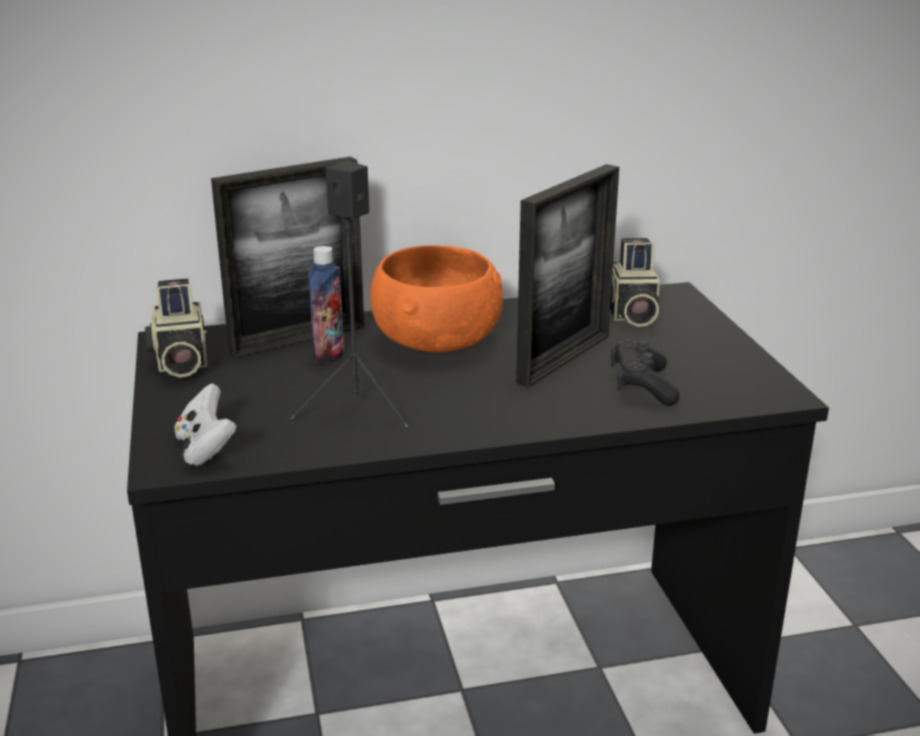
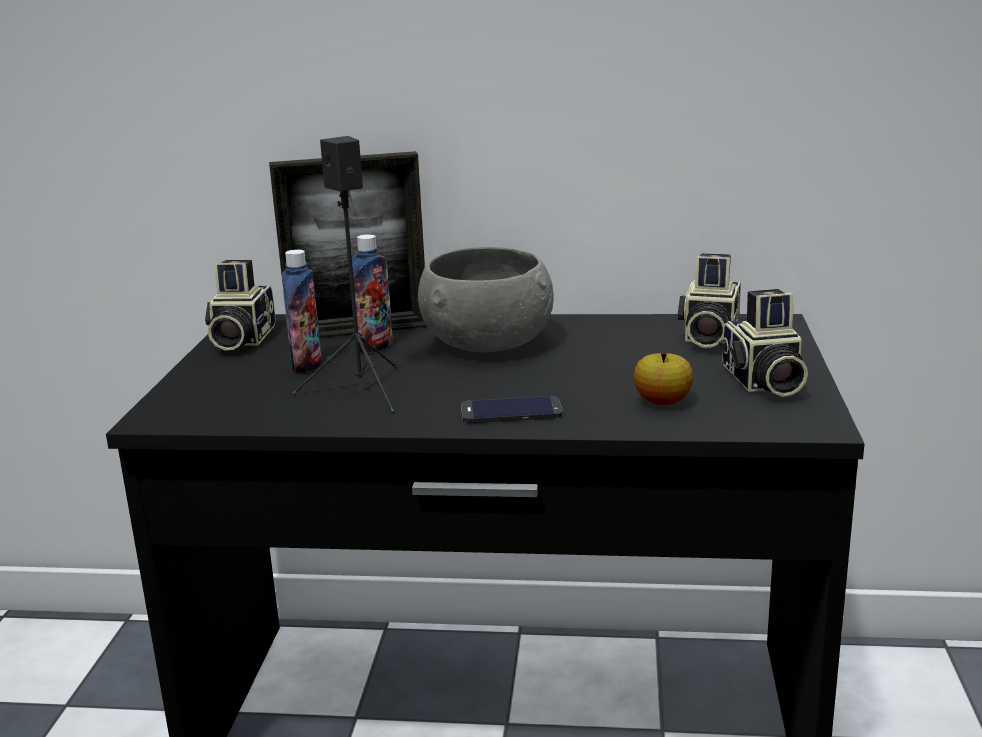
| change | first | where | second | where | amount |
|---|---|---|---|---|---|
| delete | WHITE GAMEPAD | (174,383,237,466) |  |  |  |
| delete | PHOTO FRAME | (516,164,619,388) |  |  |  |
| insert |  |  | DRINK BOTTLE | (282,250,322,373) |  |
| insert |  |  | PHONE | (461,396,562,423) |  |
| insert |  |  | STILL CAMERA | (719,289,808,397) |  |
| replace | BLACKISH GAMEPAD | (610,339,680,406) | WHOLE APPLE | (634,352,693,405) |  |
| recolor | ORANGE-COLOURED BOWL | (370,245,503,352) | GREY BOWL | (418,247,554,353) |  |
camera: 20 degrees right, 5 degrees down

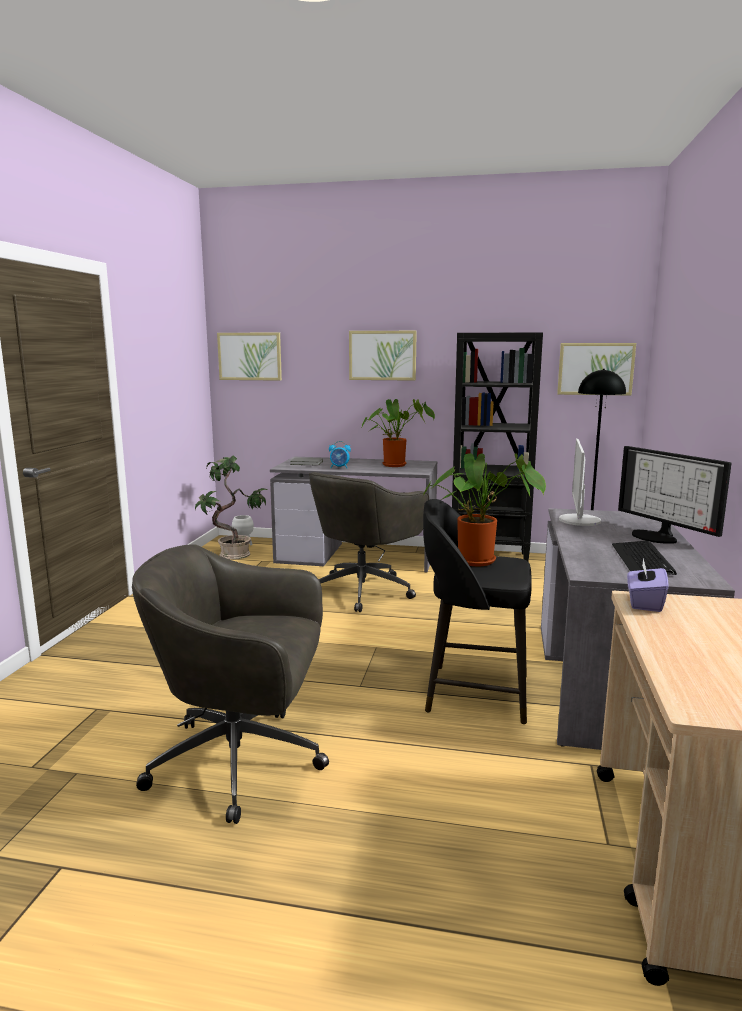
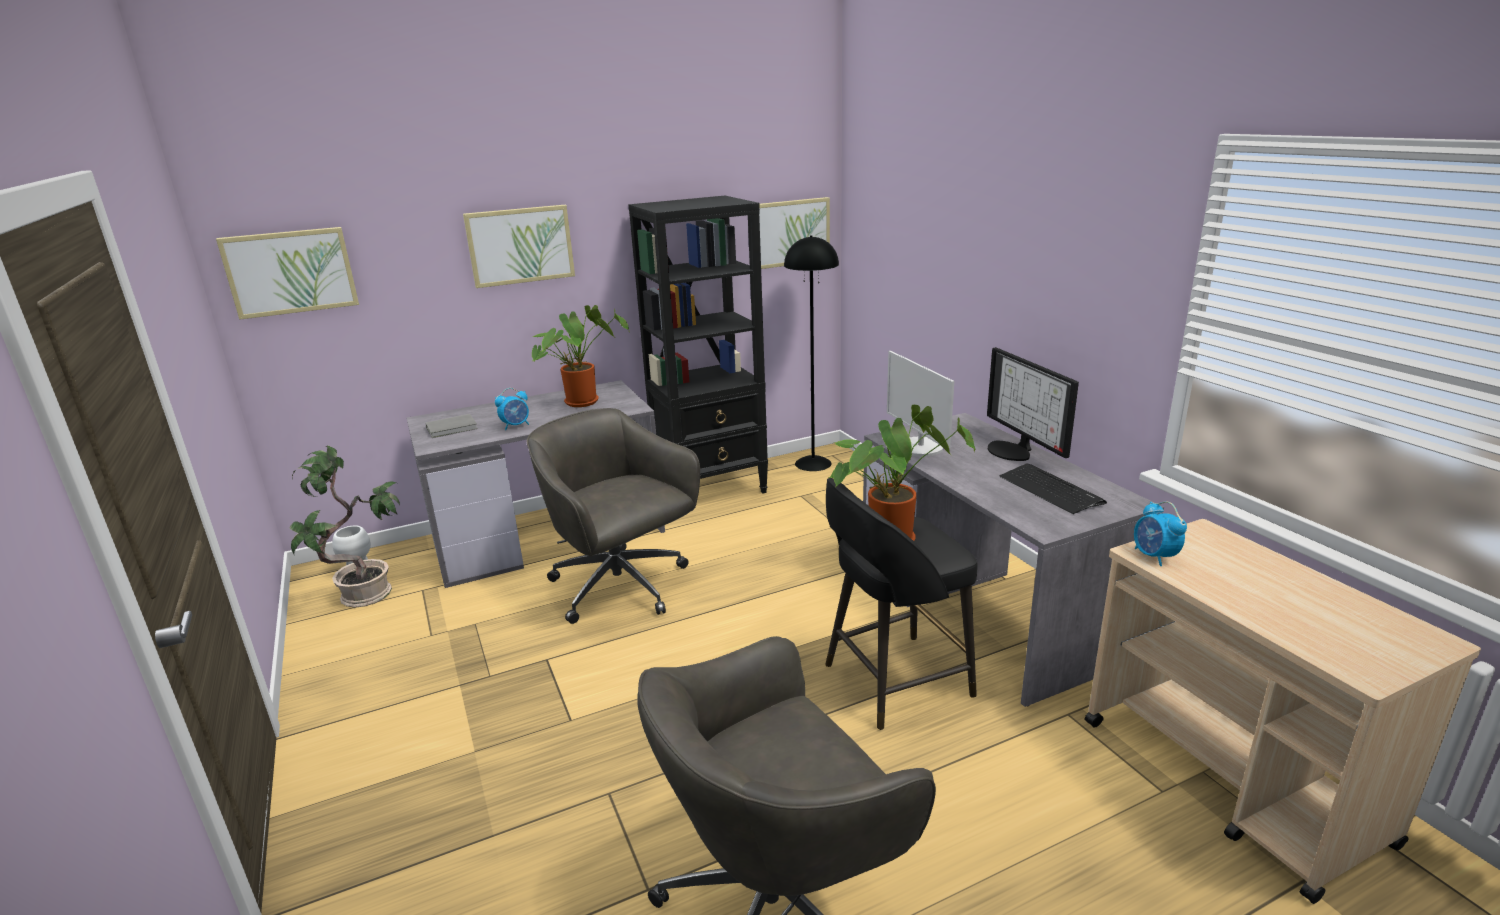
| change | first | where | second | where | amount |
|---|---|---|---|---|---|
| replace | PURPLE-COLOURED TISSUE HOLDER | (627,558,669,612) | BEDSIDE CLOCK | (1134,501,1187,566) |  |
| rotate | GREY DESK CHAIR | (309,472,429,612) |  | (527,408,700,624) | 135 degrees clockwise |
| rotate | MONITOR | (618,446,732,544) |  | (987,347,1079,461) | 45 degrees clockwise |
camera: 35 degrees left, 10 degrees up

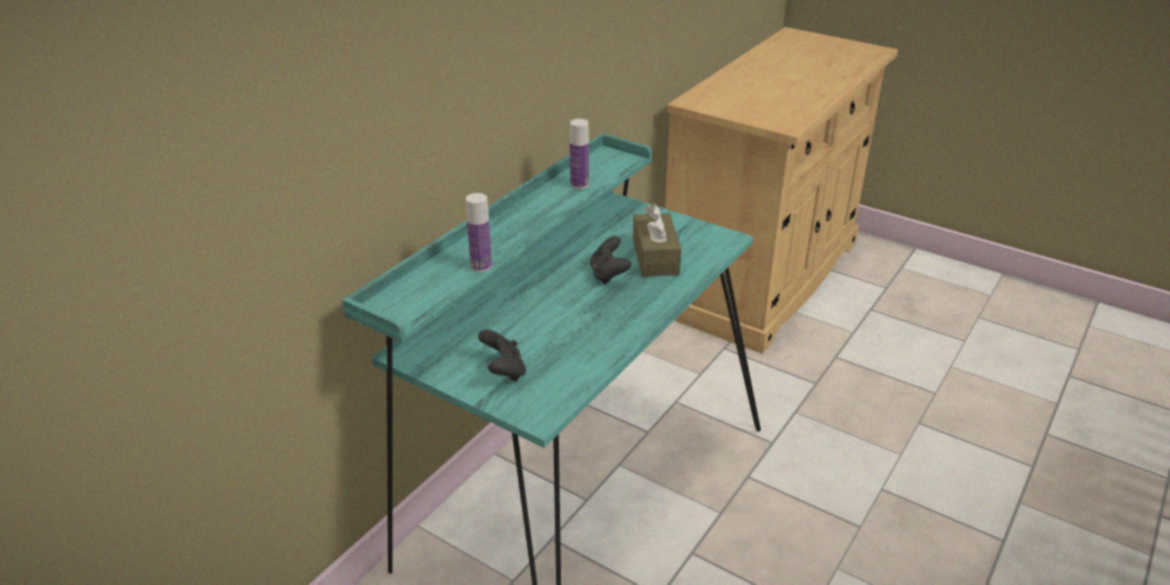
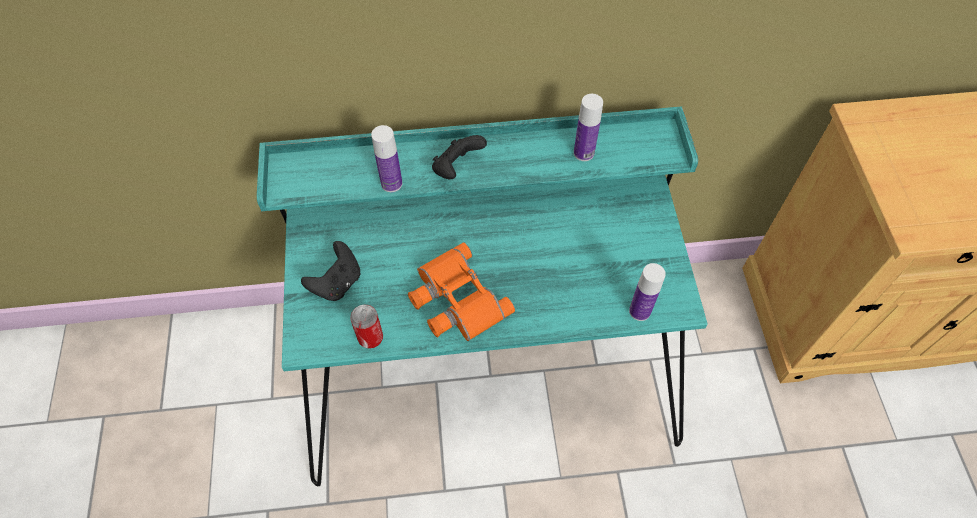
| change | first | where | second | where | amount |
|---|---|---|---|---|---|
| delete | BROWNISH TISSUE HOLDER | (633,204,682,277) |  |  |  |
| insert |  |  | METAL CAN | (350,305,383,349) |  |
| insert |  |  | ORANGE-COLOURED BINOCULARS | (408,242,515,341) |  |
| insert |  |  | DRINK BOTTLE | (629,263,666,321) |  |
| move | BLACKISH GAMEPAD | (590,236,631,284) |  | (432,135,487,179) |  |
camera: 50 degrees right, 25 degrees up

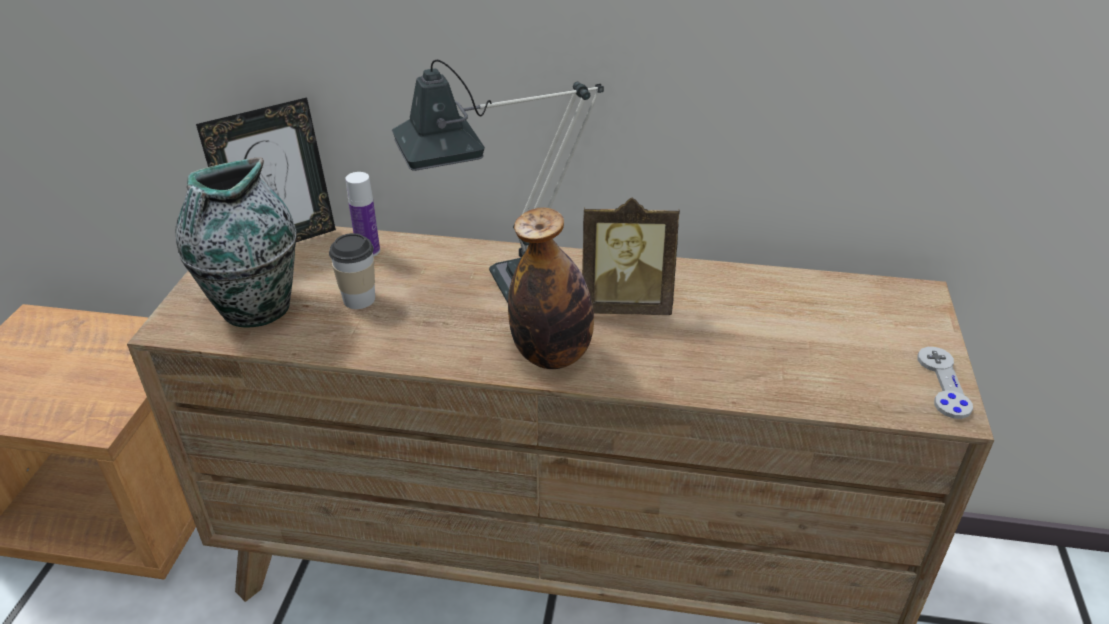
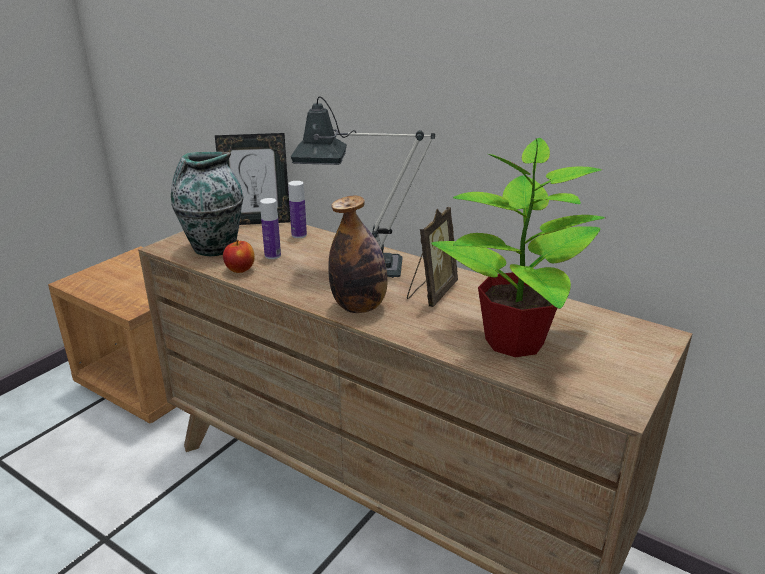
| change | first | where | second | where | amount |
|---|---|---|---|---|---|
| delete | GREY GAMEPAD | (918,347,973,419) |  |  |  |
| insert |  |  | WHOLE APPLE | (223,240,255,273) |  |
| insert |  |  | PLANT IN A POT | (431,138,605,357) |  |
| replace | SMALL CUP | (329,233,375,309) | DRINK BOTTLE | (260,198,281,259) |  |
| rotate | PHOTO FRAME | (582,198,680,315) |  | (407,207,458,307) | 90 degrees counterclockwise |
camera: 25 degrees right, 10 degrees down

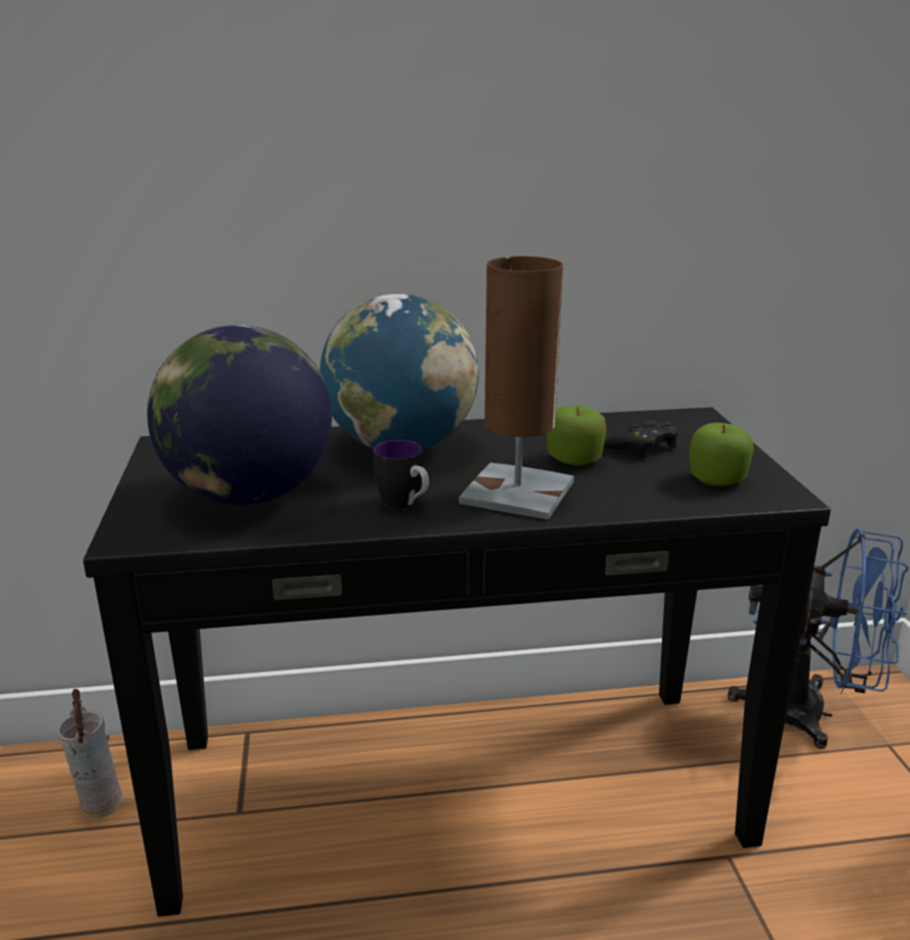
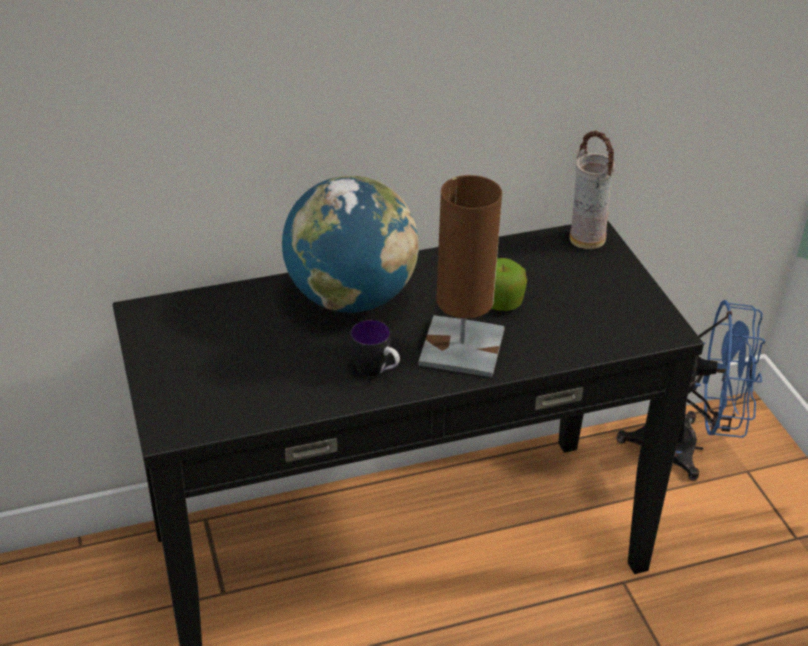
| change | first | where | second | where | amount |
|---|---|---|---|---|---|
| delete | WORLD GLOBE | (147,325,332,505) |  |  |  |
| delete | BLACKISH GAMEPAD | (604,421,678,458) |  |  |  |
| delete | WHOLE APPLE | (689,423,754,486) |  |  |  |
| move | DECORATIVE VASE | (57,689,123,818) |  | (570,130,615,249) |  |
camera: 10 degrees left, 15 degrees up

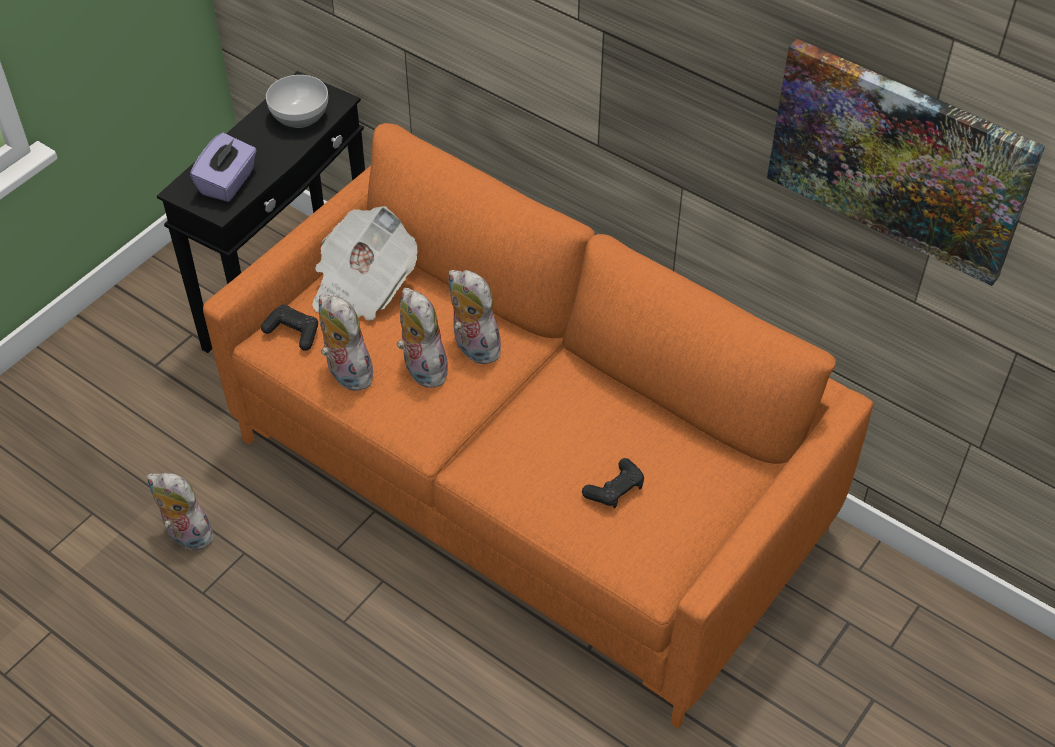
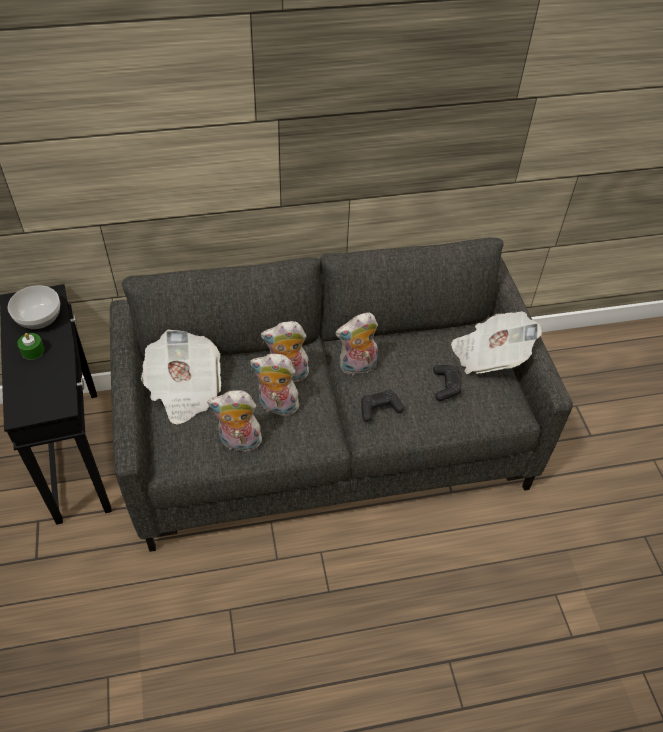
| change | first | where | second | where | amount |
|---|---|---|---|---|---|
| delete | PURPLE-COLOURED TISSUE HOLDER | (190,133,257,202) |  |  |  |
| delete | PICTURE | (767,39,1045,286) |  |  |  |
| insert |  |  | GREEN-COLOURED WAX CANDLE | (17,333,45,360) |  |
| insert |  |  | DAILY PAPER | (451,311,542,374) |  |
| move | SOFT TOY | (147,473,214,550) |  | (335,312,378,375) |  |
| move | BLACKISH GAMEPAD | (261,305,318,351) |  | (361,390,404,422) |  |
| recolor | ORANGE-COLOURED SOFA | (203,123,873,729) | GREY SOFA | (110,237,573,552) |  |
camera: 50 degrees left, 0 degrees up

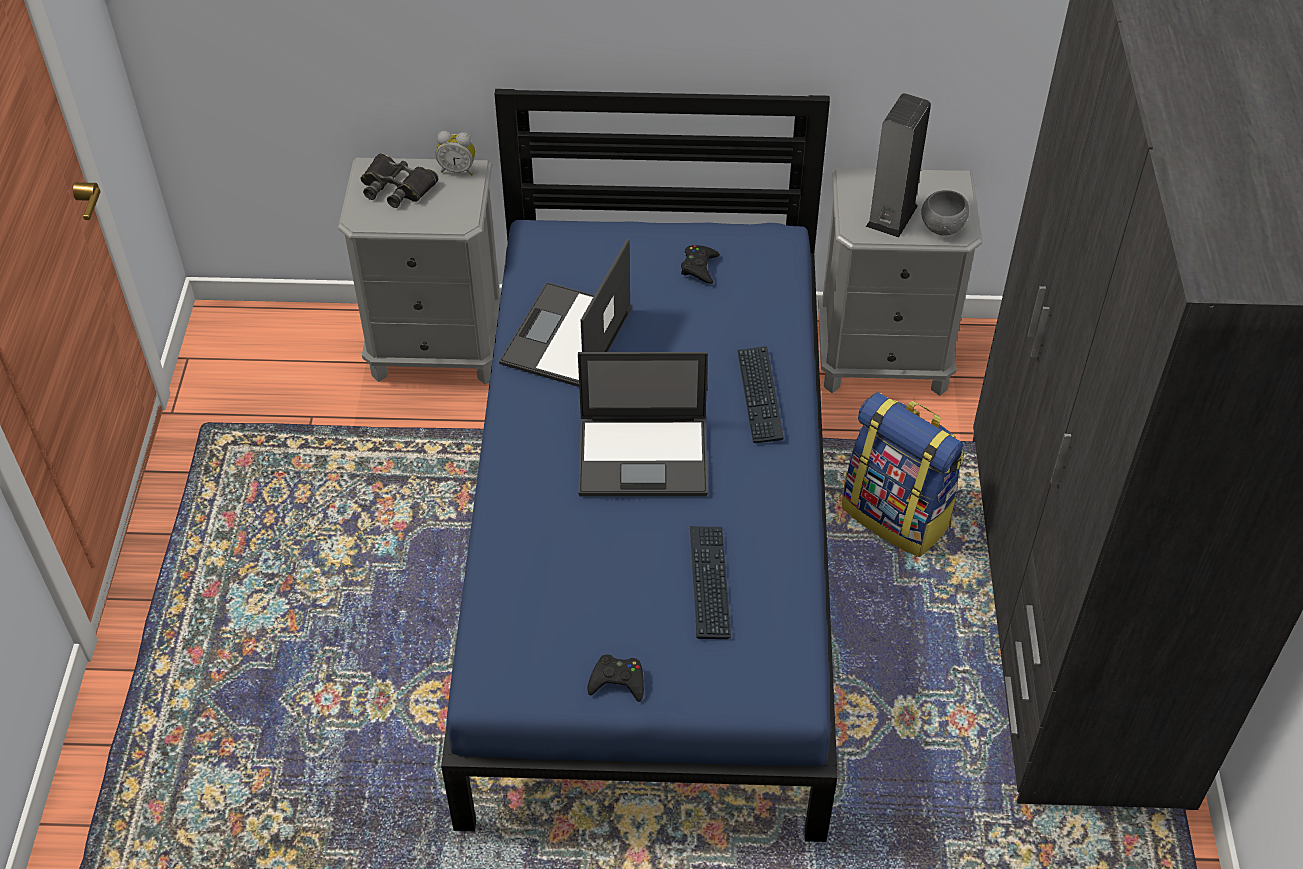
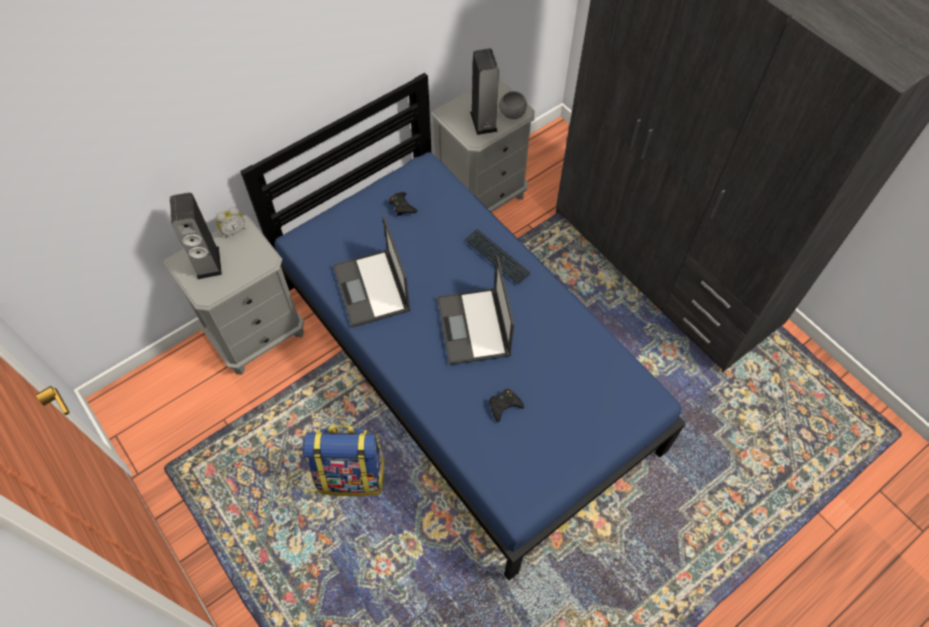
| change | first | where | second | where | amount |
|---|---|---|---|---|---|
| delete | COMPUTER KEYBOARD | (690,526,731,639) |  |  |  |
| move | BLACKISH GAMEPAD | (587,655,644,702) |  | (489,389,524,422) |  |
| move | BACKPACK | (842,392,965,557) |  | (302,425,386,496) |  |
| replace | BLACKISH BINOCULARS | (360,153,439,208) | AUDIO SPEAKER | (170,193,222,279) |  |
| rotate | LAPTOP | (578,352,708,497) |  | (437,255,514,365) | 120 degrees clockwise |
camera: 40 degrees left, 10 degrees up

